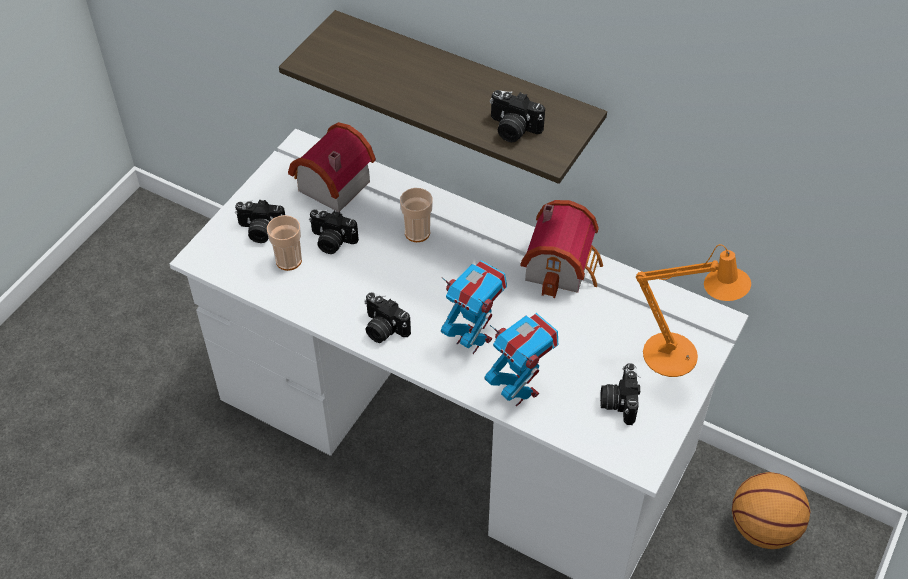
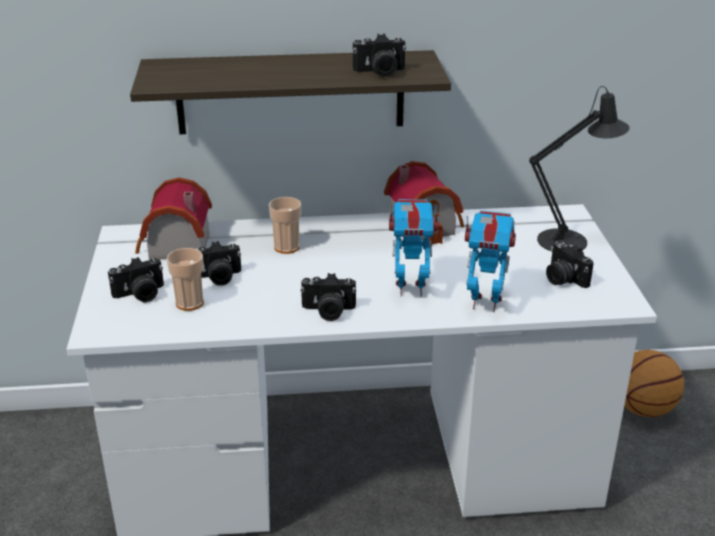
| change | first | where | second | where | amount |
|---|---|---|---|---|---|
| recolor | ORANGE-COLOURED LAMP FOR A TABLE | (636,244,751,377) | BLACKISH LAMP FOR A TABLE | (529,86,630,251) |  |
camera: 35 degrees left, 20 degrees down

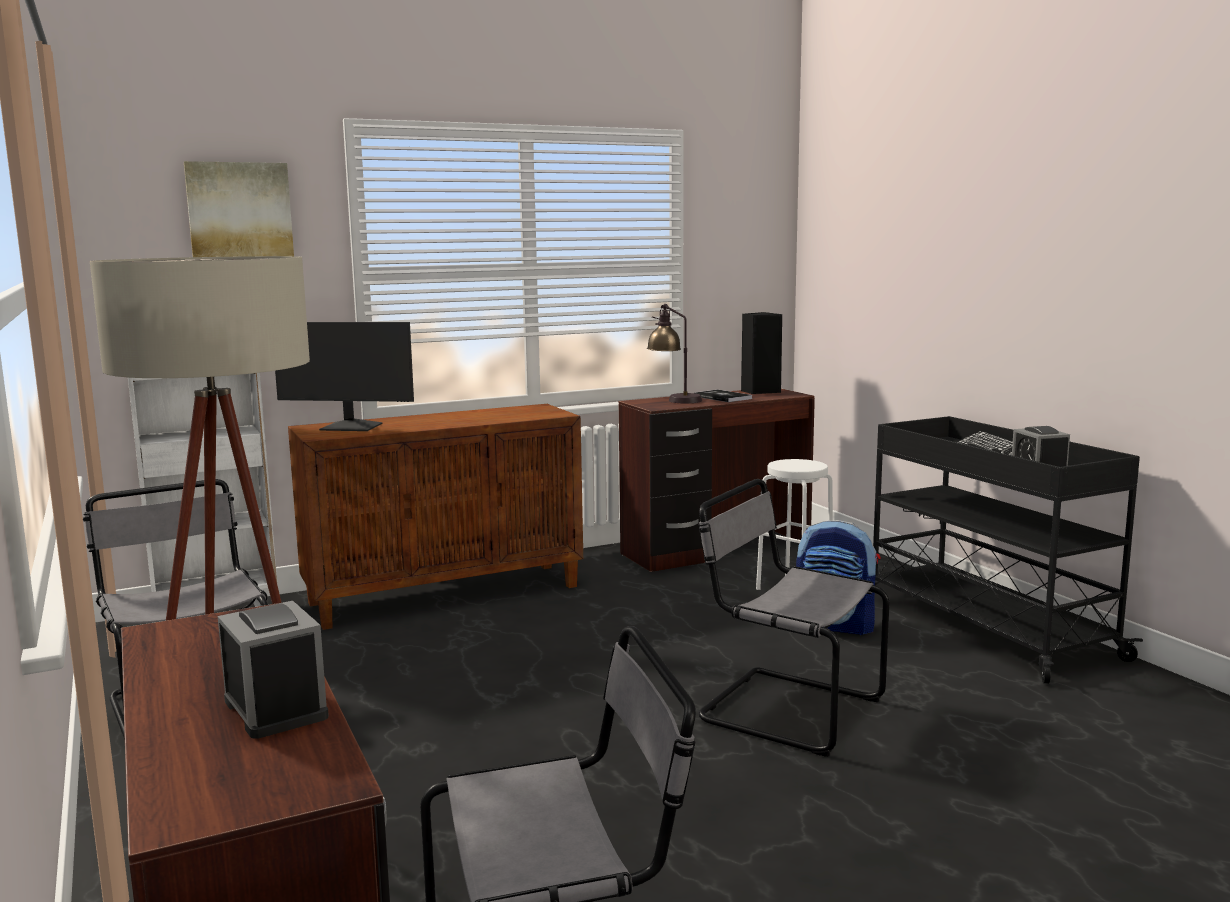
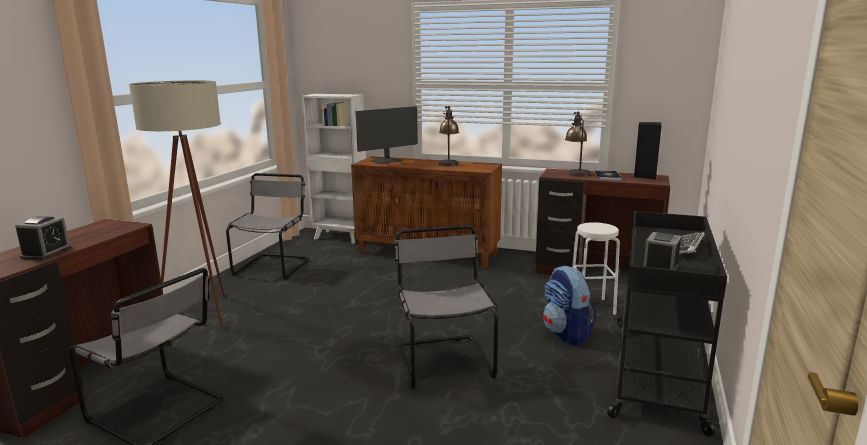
| change | first | where | second | where | amount |
|---|---|---|---|---|---|
| delete | PICTURE | (184,161,294,257) |  |  |  |
| insert |  |  | LAMP FOR A TABLE | (439,106,459,166) |  |
| rotate | MONITOR | (275,322,414,431) |  | (356,106,418,164) | 90 degrees counterclockwise |
camera: 45 degrees right, 5 degrees up

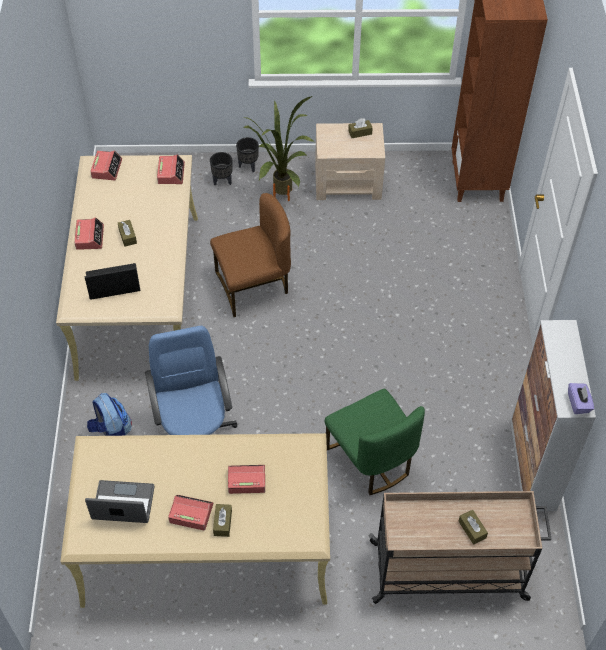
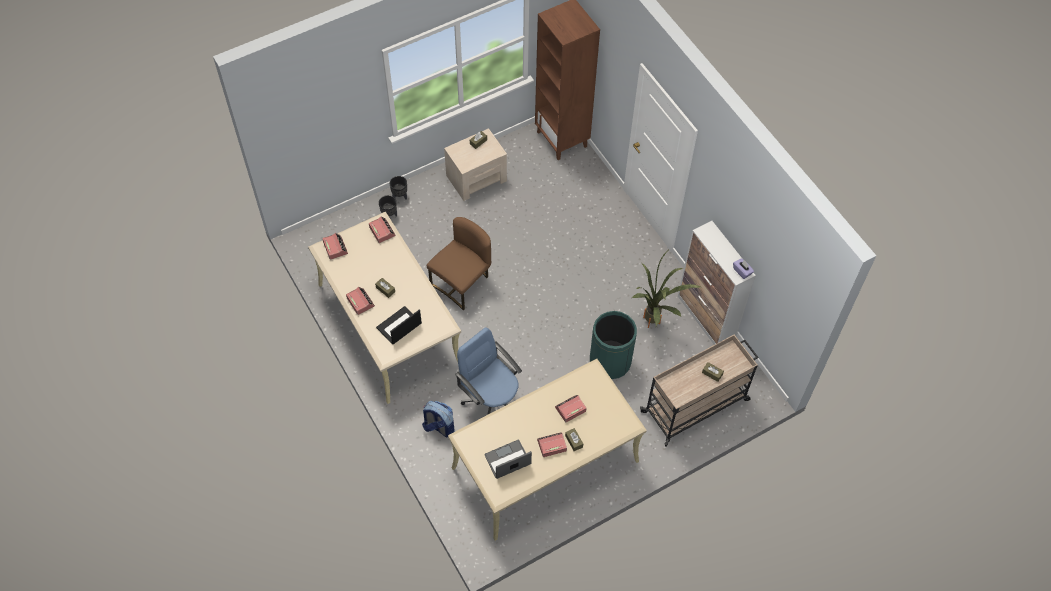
| change | first | where | second | where | amount |
|---|---|---|---|---|---|
| move | PLANT IN A POT | (244,96,314,201) |  | (632,252,701,328) |  |
| replace | GREEN-COLOURED PLAIN CHAIR | (325,389,425,495) | GREEN-COLOURED WASTE BIN | (590,311,637,379) |  |
camera: 30 degrees left, 5 degrees up

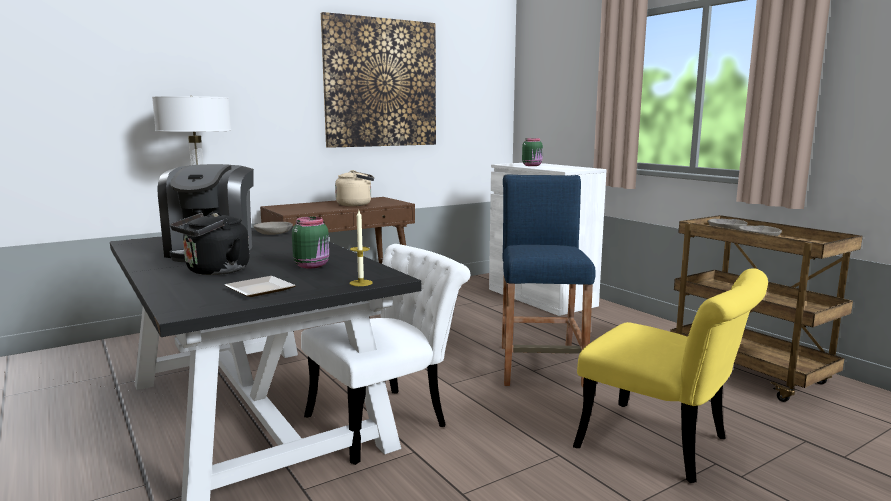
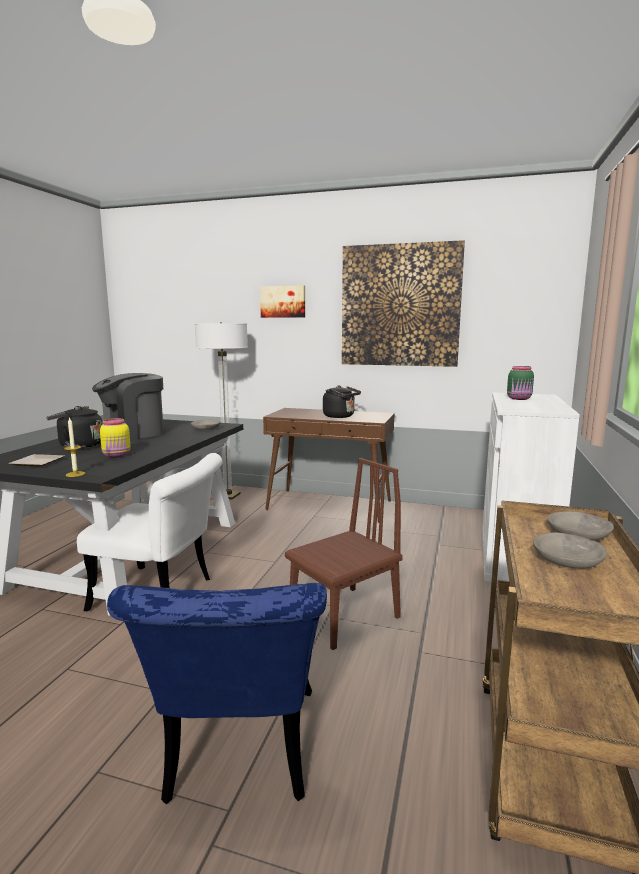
| change | first | where | second | where | amount |
|---|---|---|---|---|---|
| insert |  |  | PICTURE | (260,285,305,318) |  |
| replace | BLUE SITTING STOOL | (502,175,596,387) | BROWNISH PLAIN CHAIR | (285,458,403,650) |  |
| recolor | GREEN-COLOURED JAR | (292,217,329,268) | YELLOWISH JAR | (100,418,131,458) |  |
| recolor | SAND-COLOURED KETTLE | (335,170,374,206) | BLACKISH KETTLE | (323,386,361,418) |  |
| recolor | YELLOWISH PLAIN CHAIR | (573,268,768,483) | BLUE PLAIN CHAIR | (107,583,327,804) |  |
camera: 50 degrees right, 0 degrees up

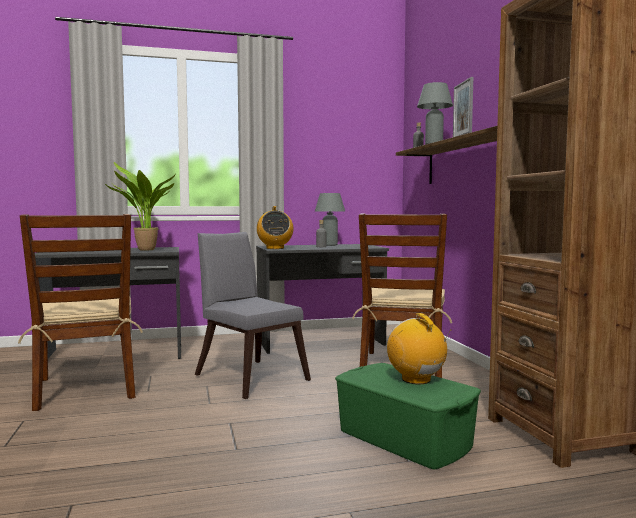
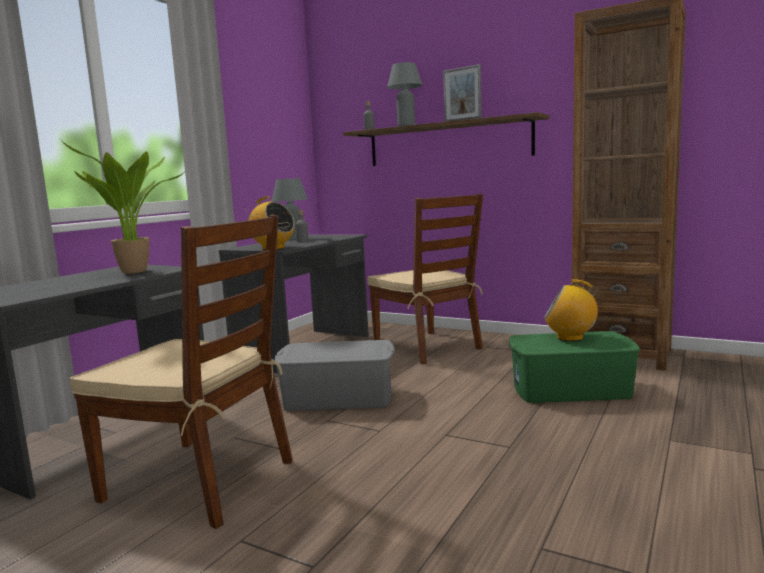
| change | first | where | second | where | amount |
|---|---|---|---|---|---|
| replace | GREY PLAIN CHAIR | (195,232,311,399) | GREY STORAGE BOX | (275,340,395,411) |  |
camera: 45 degrees left, 5 degrees up

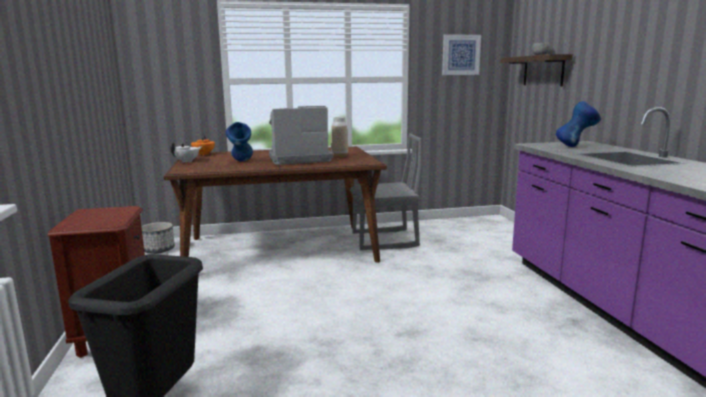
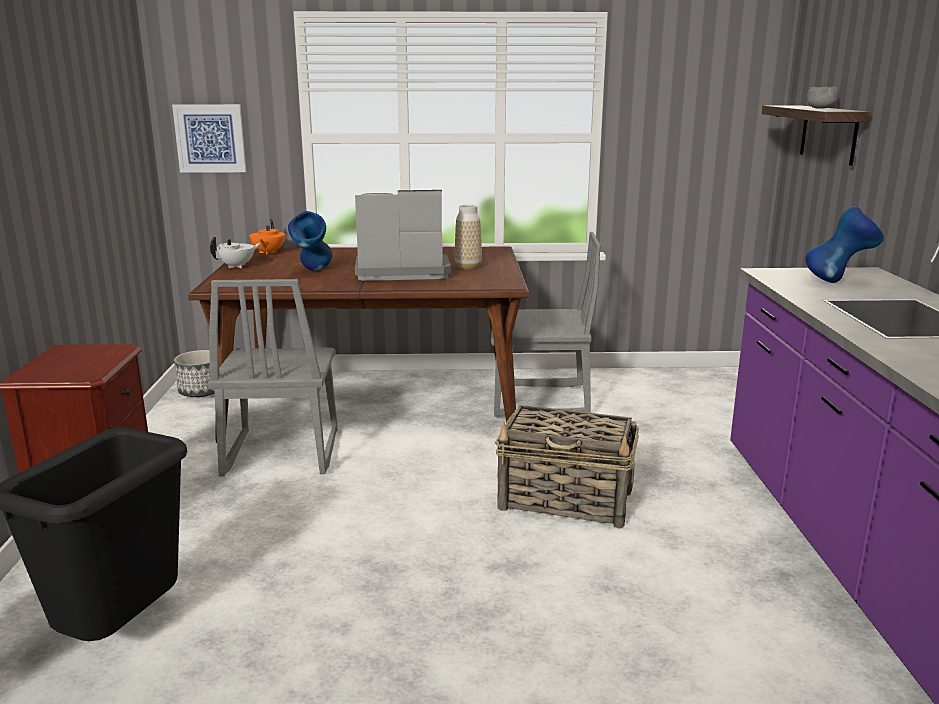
| change | first | where | second | where | amount |
|---|---|---|---|---|---|
| insert |  |  | GREY PLAIN CHAIR | (208,279,338,476) |  |
| insert |  |  | STORAGE BASKET | (495,405,639,529) |  |
| move | PICTURE | (442,34,481,75) |  | (172,104,247,173) |  |
camera: 10 degrees right, 5 degrees up

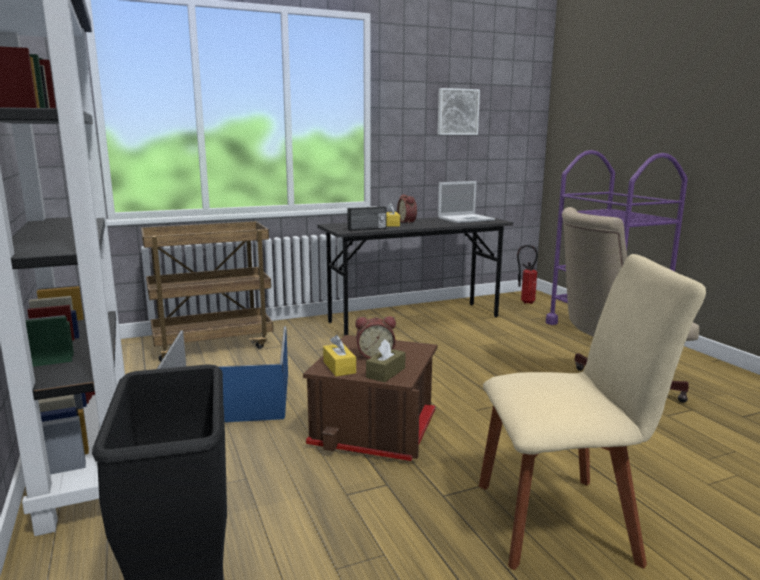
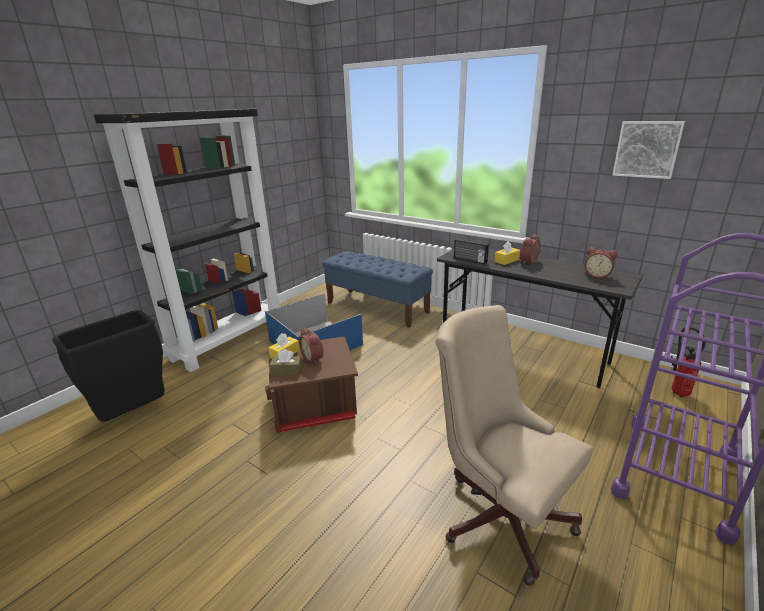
| change | first | where | second | where | amount |
|---|---|---|---|---|---|
| delete | SAND-COLOURED PLAIN CHAIR | (479,254,706,570) |  |  |  |
| replace | BROWNISH CART | (141,221,273,362) | BLUE INDOOR BENCH | (322,251,433,328) |  |
| replace | LAPTOP | (438,181,495,223) | BEDSIDE CLOCK | (585,247,617,279) |  |
camera: 60 degrees right, 10 degrees up

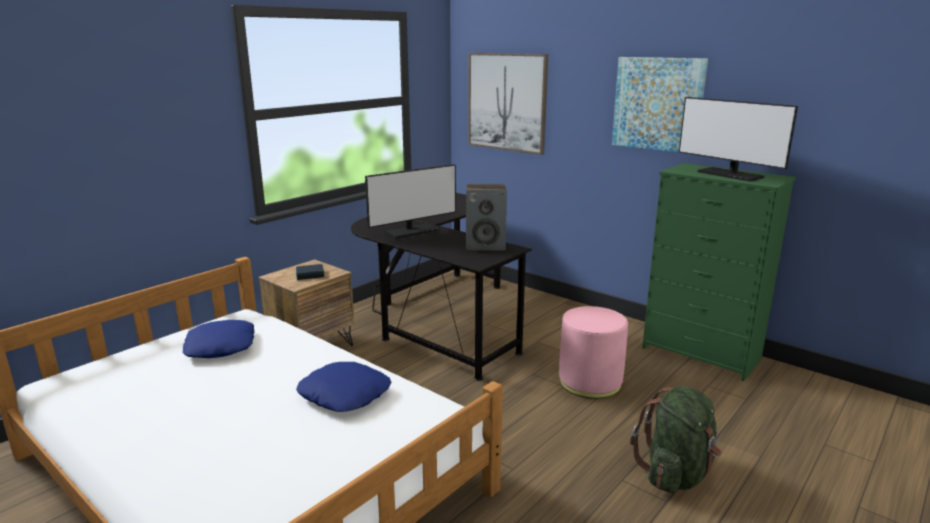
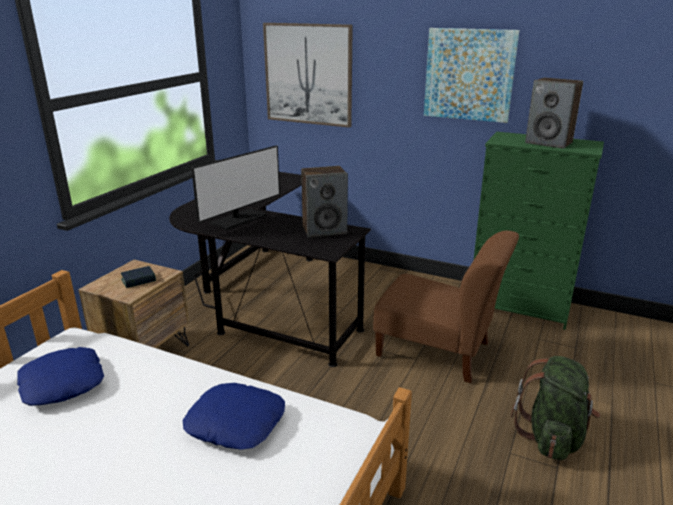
| change | first | where | second | where | amount |
|---|---|---|---|---|---|
| replace | PINK OTTOMAN | (559,306,628,399) | BROWNISH PLAIN CHAIR | (373,231,519,383) |  |
| replace | MONITOR | (679,97,798,182) | AUDIO SPEAKER | (525,78,583,149) |  |
camera: 15 degrees left, 5 degrees up

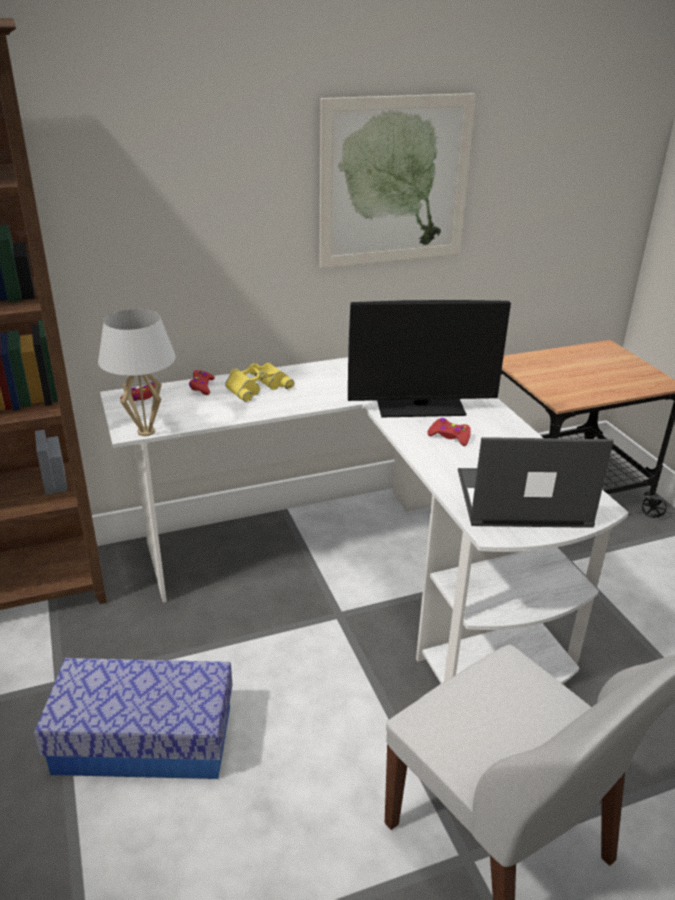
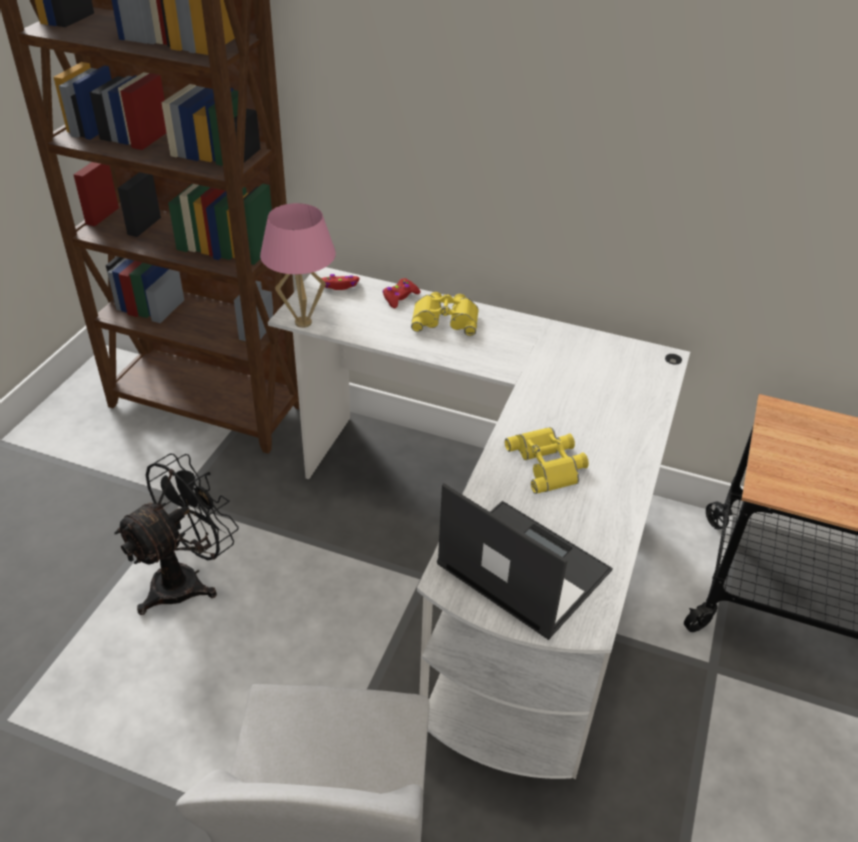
| change | first | where | second | where | amount |
|---|---|---|---|---|---|
| delete | PICTURE | (319,93,476,268) |  |  |  |
| delete | MONITOR | (348,300,511,417) |  |  |  |
| replace | STORAGE BOX | (34,658,233,779) | BLACKISH COOLING FAN | (114,453,239,615) |  |
| replace | REDDISH GAMEPAD | (427,418,471,446) | YELLOWISH BINOCULARS | (505,427,589,494) |  |
| recolor | WHITE LAMP FOR A TABLE | (98,309,176,436) | PINK LAMP FOR A TABLE | (260,203,336,328) |  |
camera: 40 degrees right, 10 degrees up

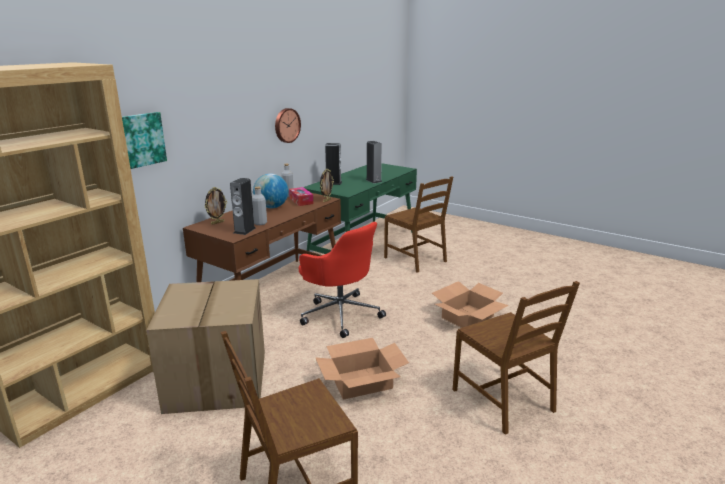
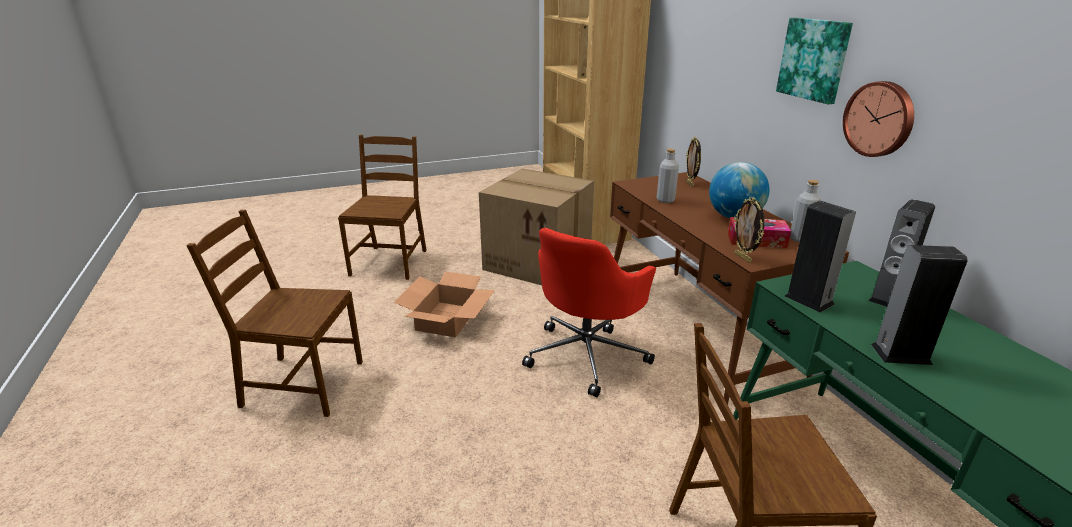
| change | first | where | second | where | amount |
|---|---|---|---|---|---|
| delete | CARTON | (432,281,509,328) |  |  |  |
| move | PICTURE | (122,112,167,169) |  | (776,18,853,104) |  |
| move | AUDIO SPEAKER | (230,178,255,235) |  | (785,201,856,313) |  |
| rotate | REDDISH DESK CHAIR | (299,222,386,338) |  | (522,228,656,397) | 45 degrees counterclockwise |
camera: 125 degrees right, 5 degrees up

